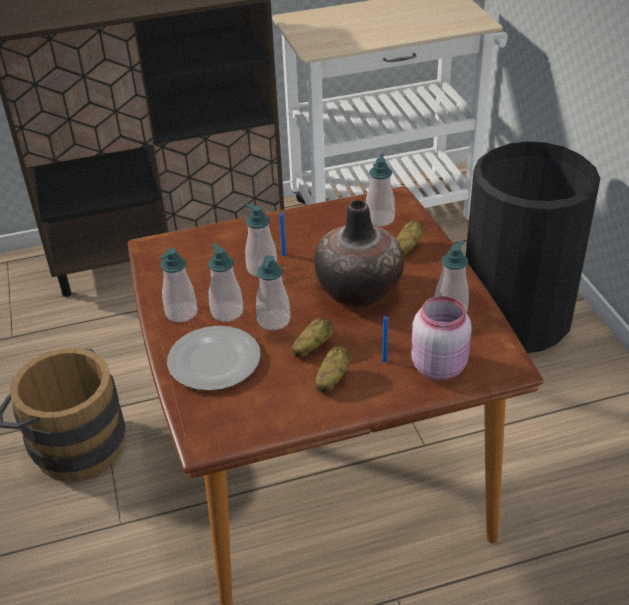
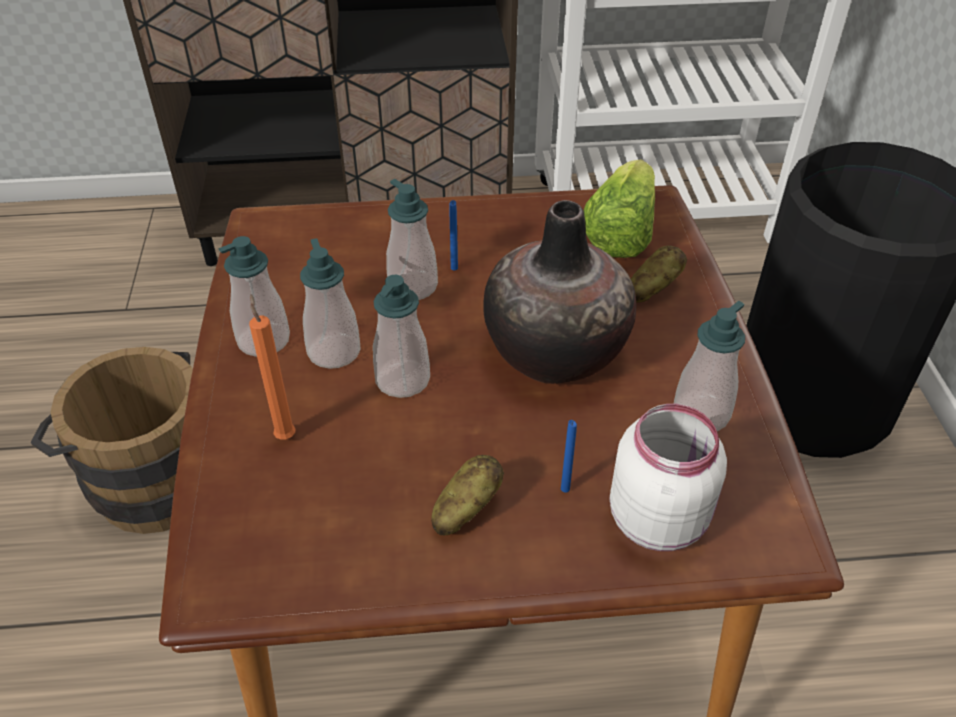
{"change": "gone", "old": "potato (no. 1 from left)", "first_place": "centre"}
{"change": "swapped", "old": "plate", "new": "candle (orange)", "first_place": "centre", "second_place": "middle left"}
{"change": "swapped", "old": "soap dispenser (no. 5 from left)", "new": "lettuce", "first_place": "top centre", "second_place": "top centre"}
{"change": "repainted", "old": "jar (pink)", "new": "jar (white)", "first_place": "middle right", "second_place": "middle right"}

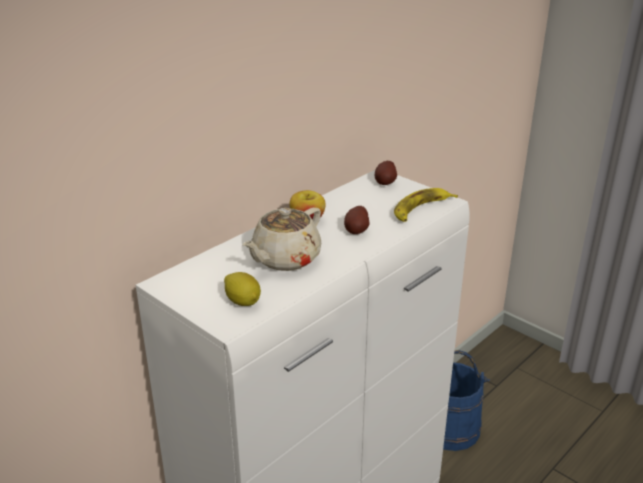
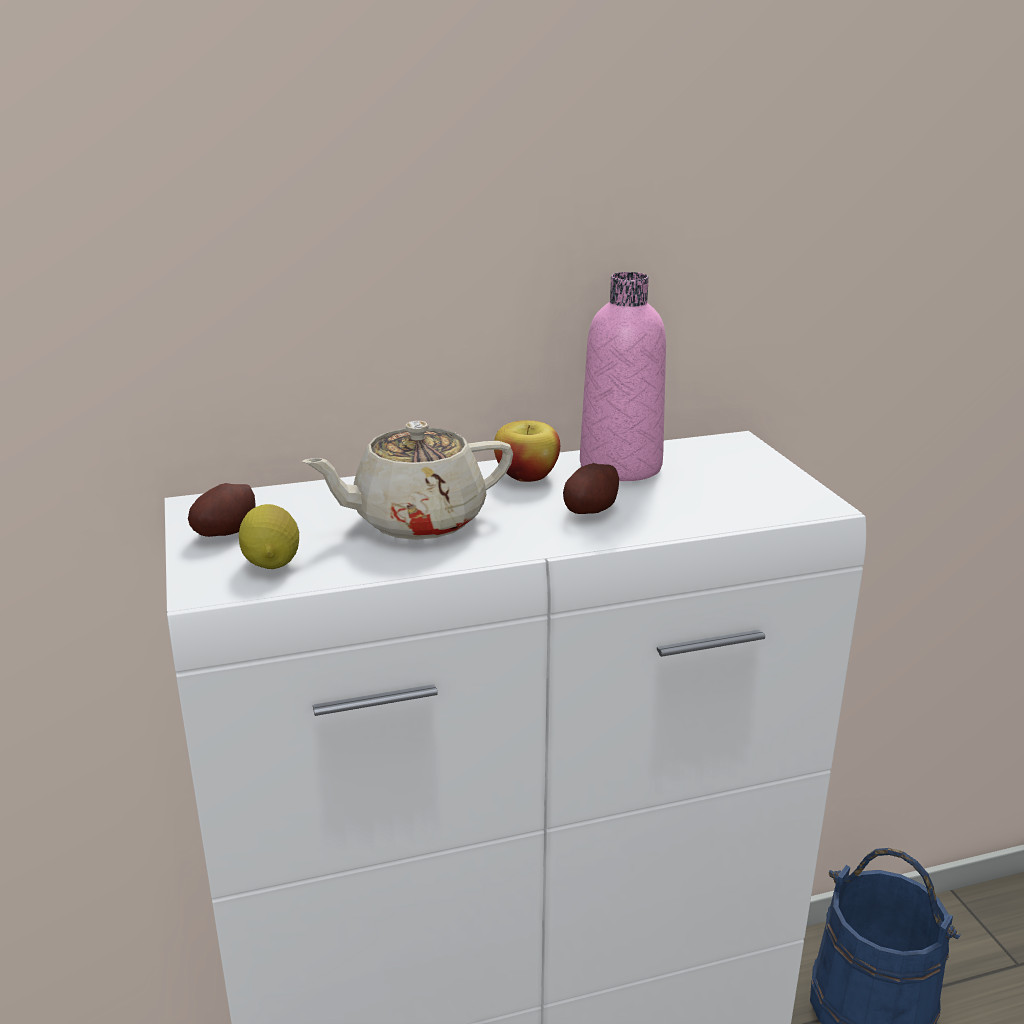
{"change": "gone", "old": "banana", "first_place": "centre"}
{"change": "new", "new": "bottle (pink)", "second_place": "centre"}
{"change": "shifted", "old": "potato (no. 2 from left in the first image)", "new": "potato (no. 1 from left)", "first_place": "centre", "second_place": "middle left"}

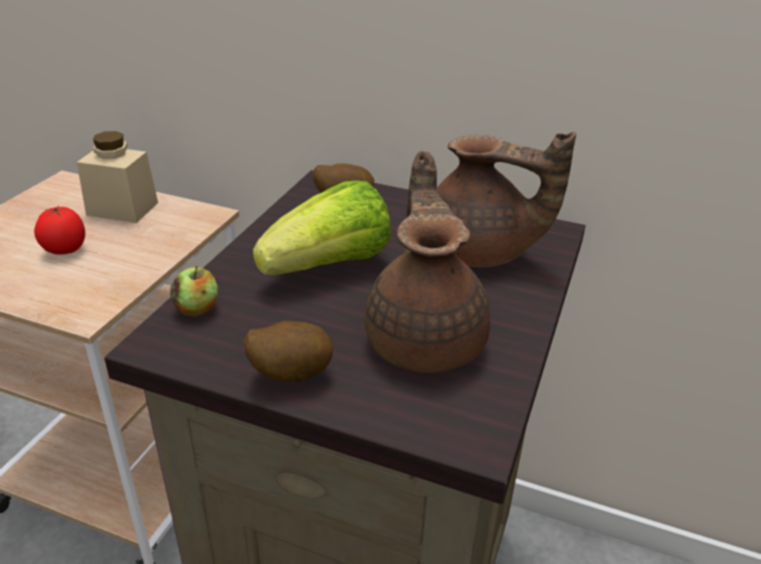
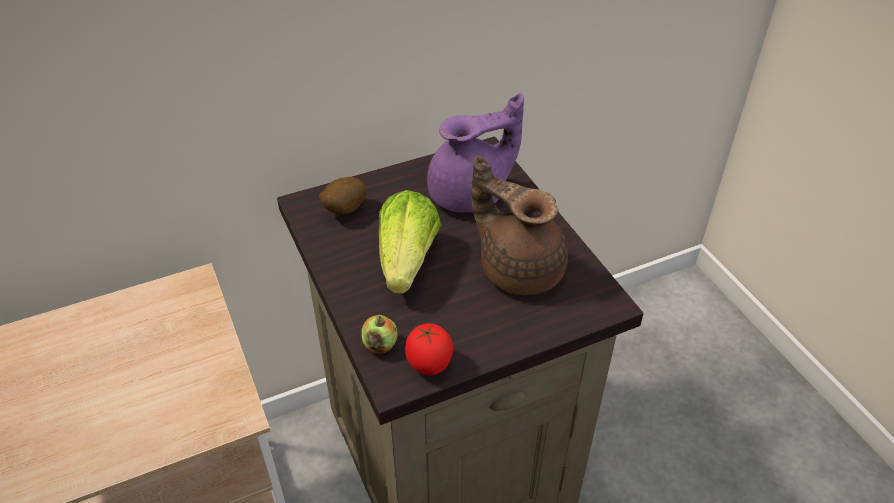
{"change": "gone", "old": "jar (beige)", "first_place": "top left"}
{"change": "gone", "old": "potato (no. 1 from left)", "first_place": "centre"}
{"change": "shifted", "old": "tomato", "first_place": "middle left", "second_place": "bottom centre"}
{"change": "repainted", "old": "teapot (brown) (no. 2 from left)", "new": "teapot (purple)", "first_place": "centre", "second_place": "top centre"}

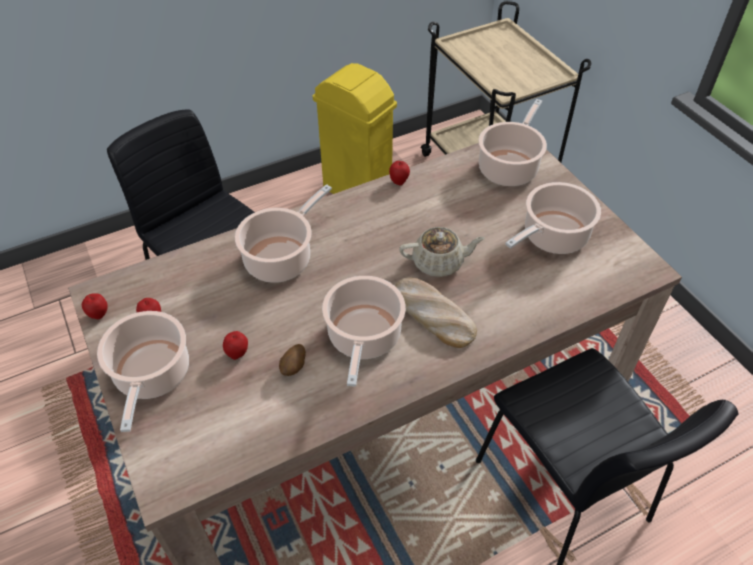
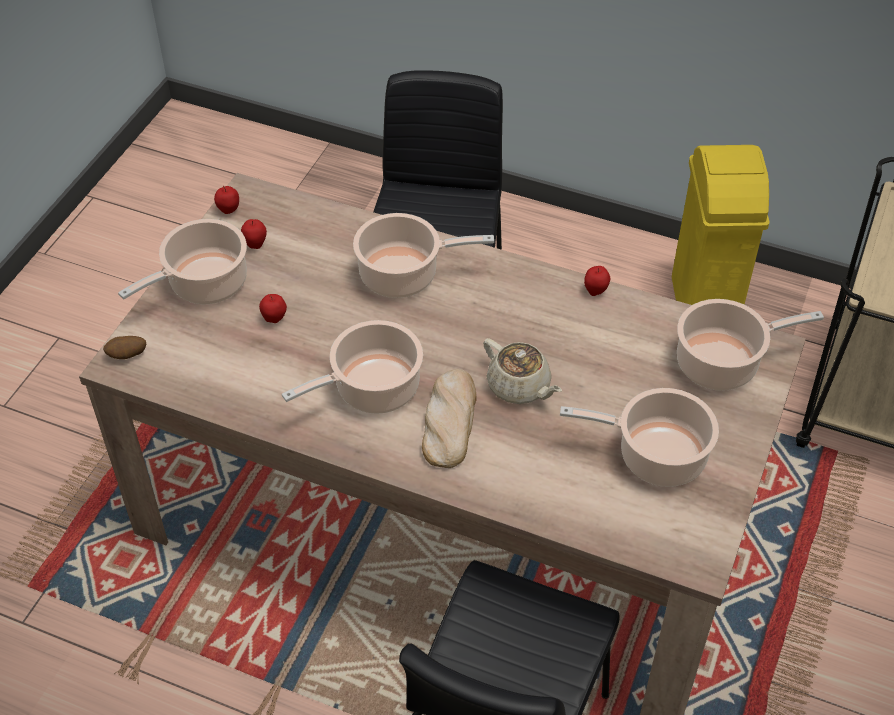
{"change": "shifted", "old": "potato", "first_place": "centre", "second_place": "middle left"}

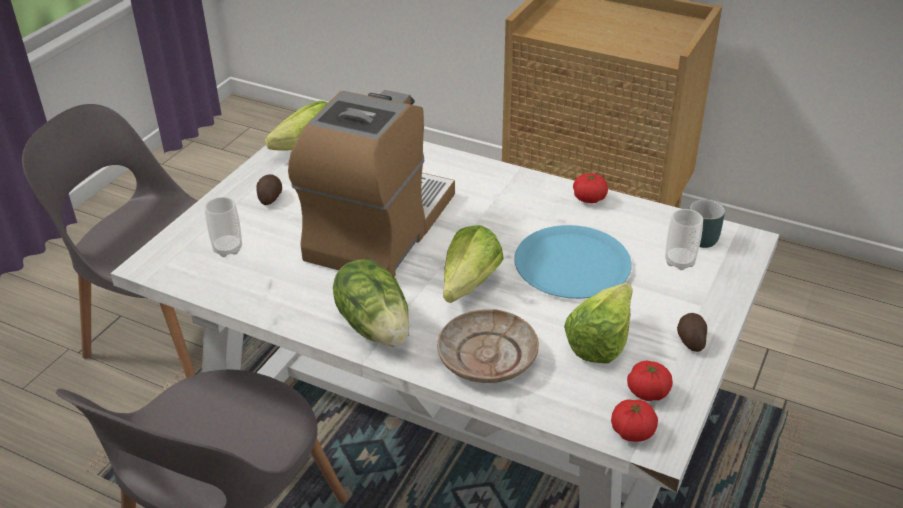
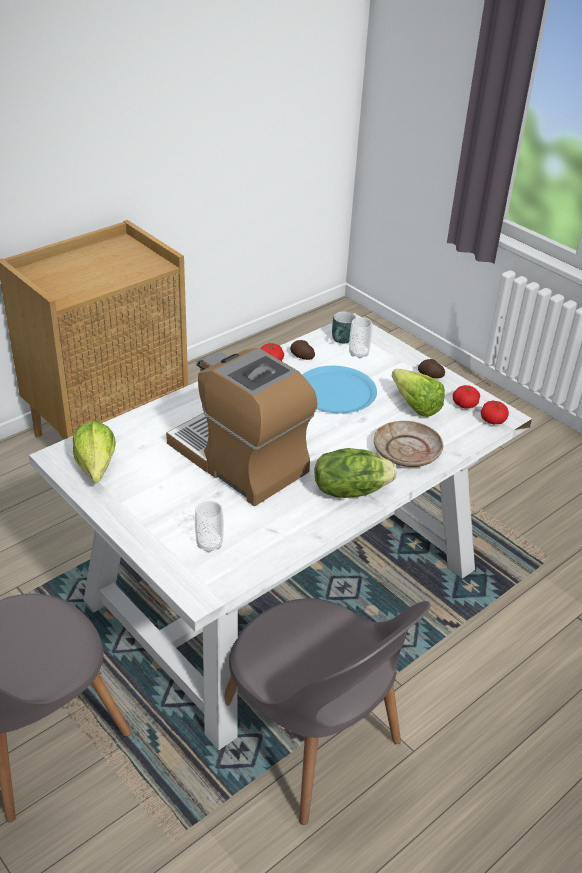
{"change": "gone", "old": "lettuce (no. 3 from left)", "first_place": "centre"}
{"change": "shifted", "old": "potato (no. 1 from left)", "first_place": "middle left", "second_place": "centre"}

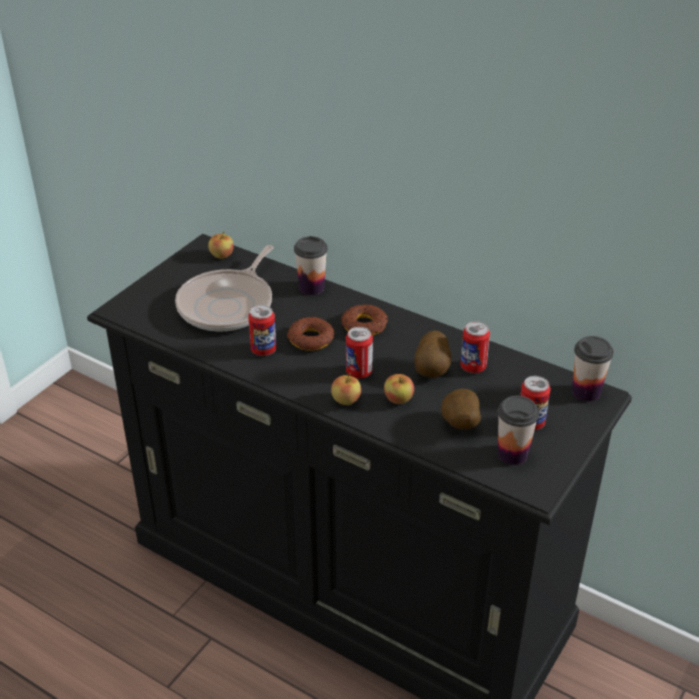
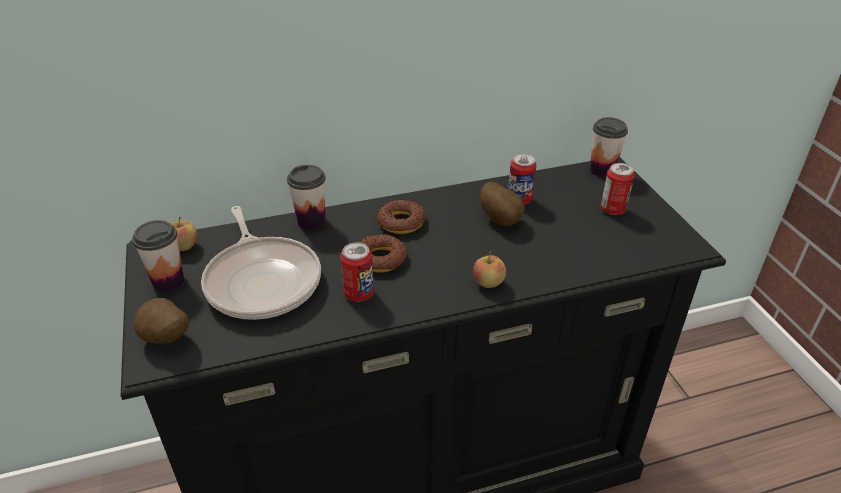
{"change": "gone", "old": "can (no. 2 from left)", "first_place": "centre"}
{"change": "gone", "old": "apple (no. 3 from left)", "first_place": "centre"}
{"change": "shifted", "old": "potato (no. 2 from left in the first image)", "new": "potato (no. 1 from left)", "first_place": "centre", "second_place": "middle left"}
{"change": "shifted", "old": "cup (no. 2 from left in the first image)", "new": "cup (no. 1 from left)", "first_place": "middle right", "second_place": "middle left"}

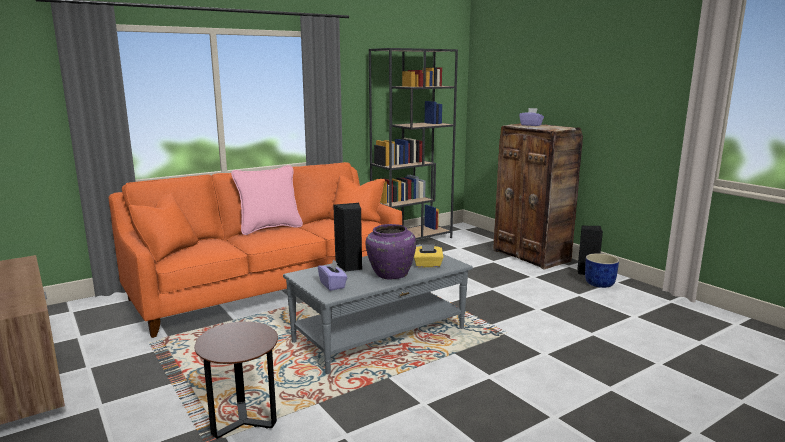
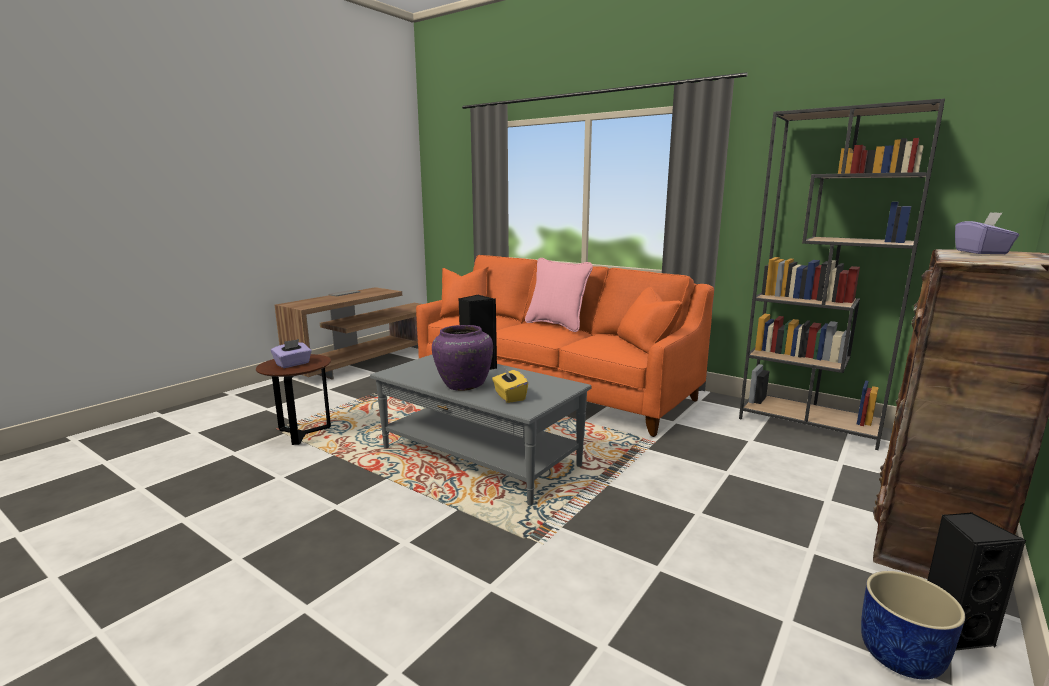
{"change": "shifted", "old": "tissue box (purple) (no. 1 from left)", "first_place": "centre", "second_place": "middle left"}

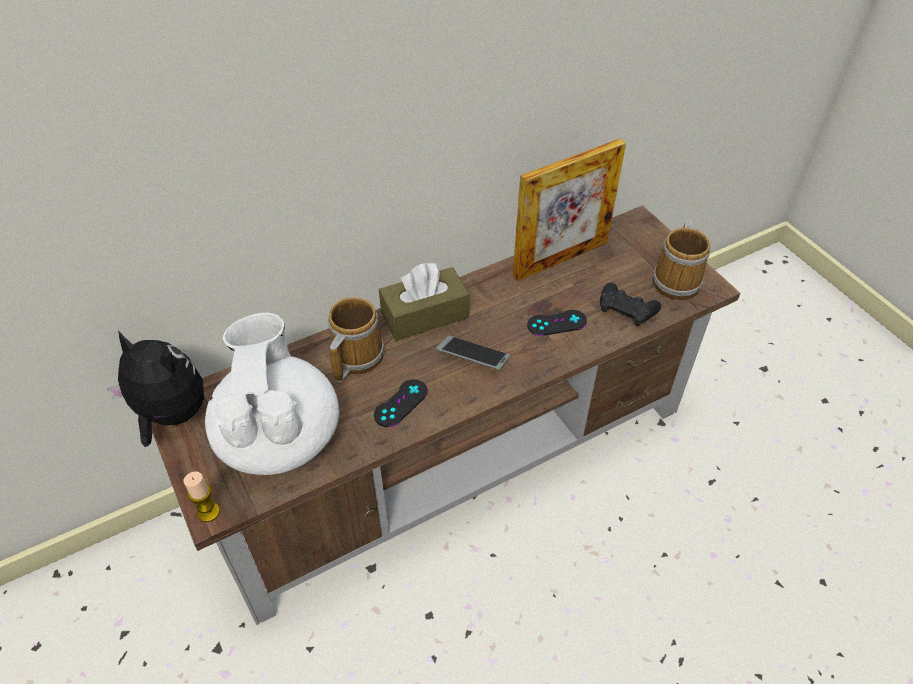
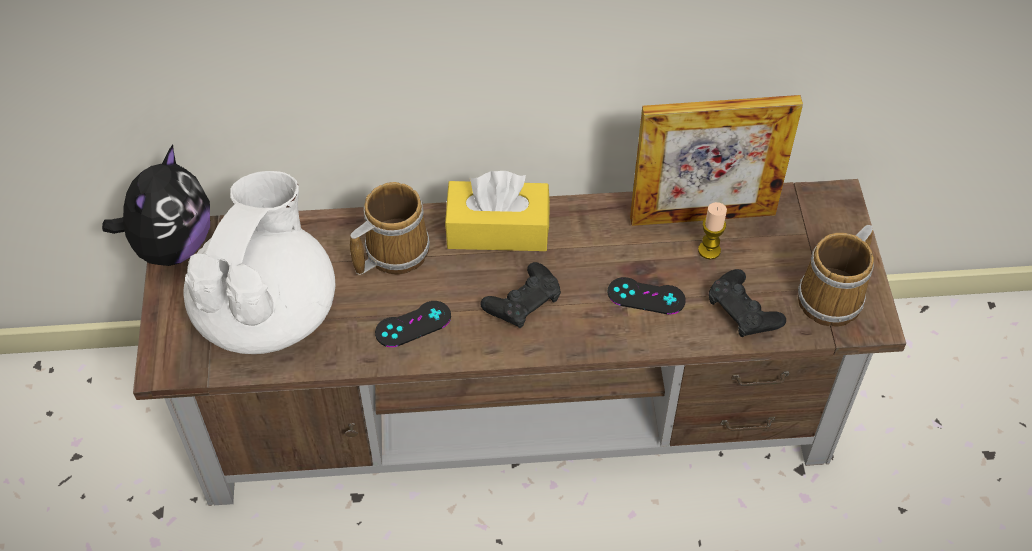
{"change": "shifted", "old": "candle", "first_place": "bottom left", "second_place": "middle right"}
{"change": "swapped", "old": "phone", "new": "game controller (black) (no. 2 from left)", "first_place": "centre", "second_place": "centre"}
{"change": "repainted", "old": "tissue box (brown)", "new": "tissue box (yellow)", "first_place": "centre", "second_place": "centre"}
{"change": "rotated", "old": "plush toy", "first_place": "middle left", "second_place": "middle left", "degrees": 60}

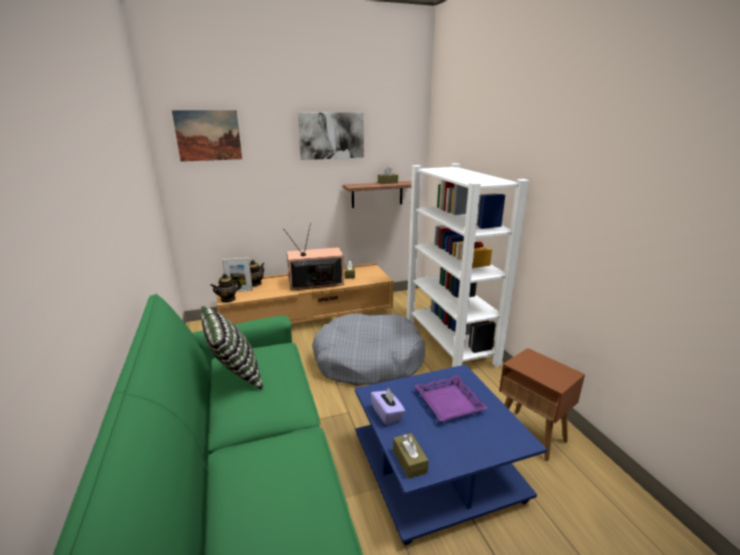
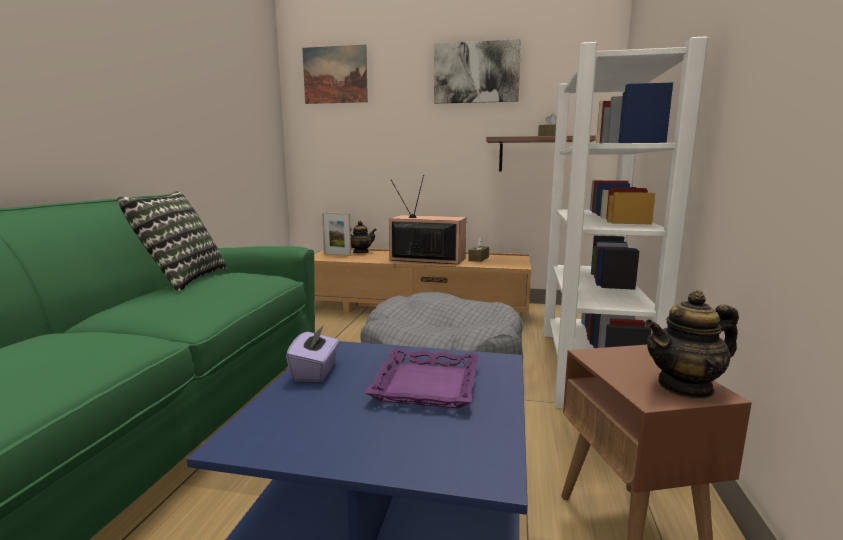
{"change": "gone", "old": "tissue box (brown) (no. 3 from left)", "first_place": "bottom centre"}
{"change": "shifted", "old": "teapot (no. 1 from left in the first image)", "new": "teapot (no. 2 from left)", "first_place": "middle left", "second_place": "middle right"}

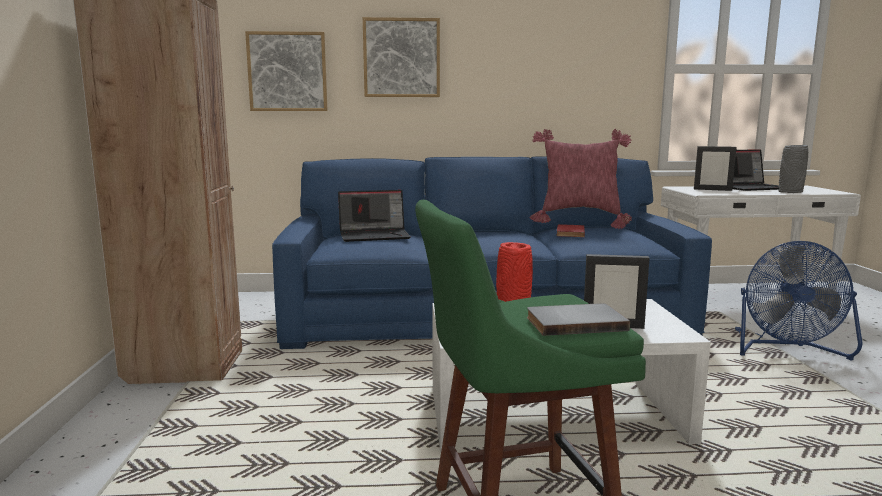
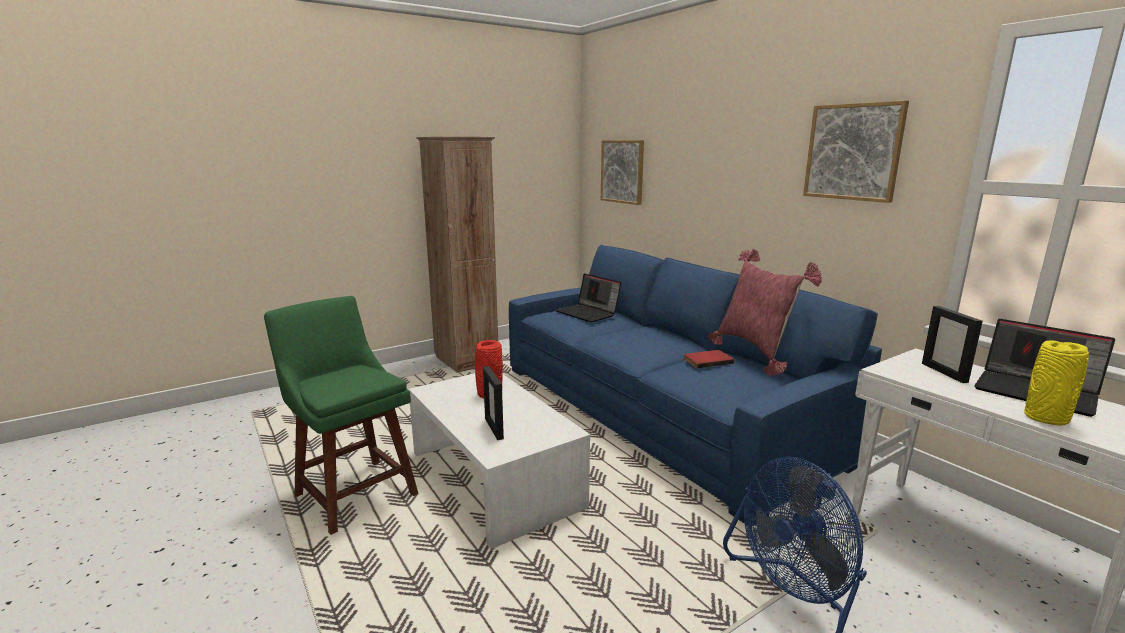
{"change": "gone", "old": "book (grey)", "first_place": "centre"}
{"change": "shifted", "old": "picture (no. 2 from left)", "first_place": "top centre", "second_place": "top right"}
{"change": "repainted", "old": "vase (grey)", "new": "vase (yellow)", "first_place": "middle right", "second_place": "middle right"}

